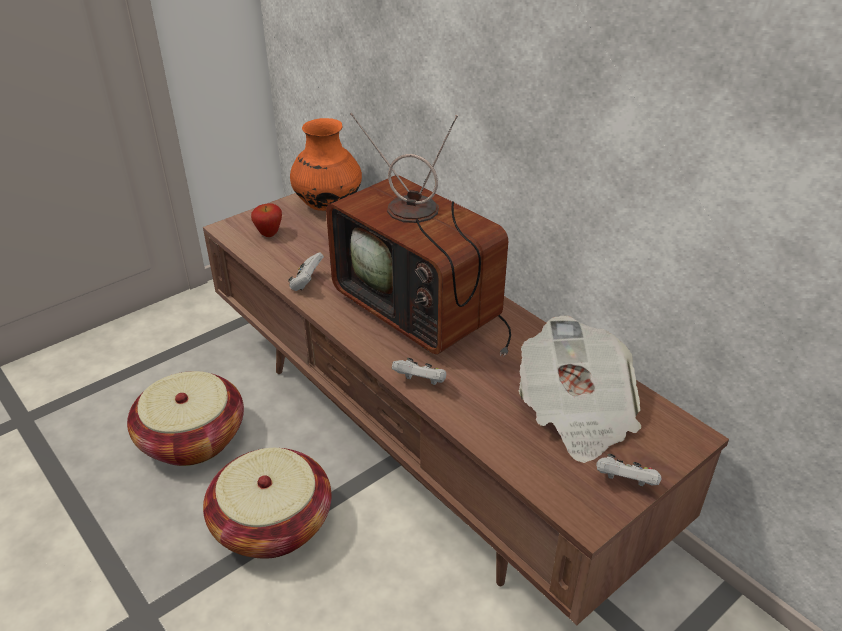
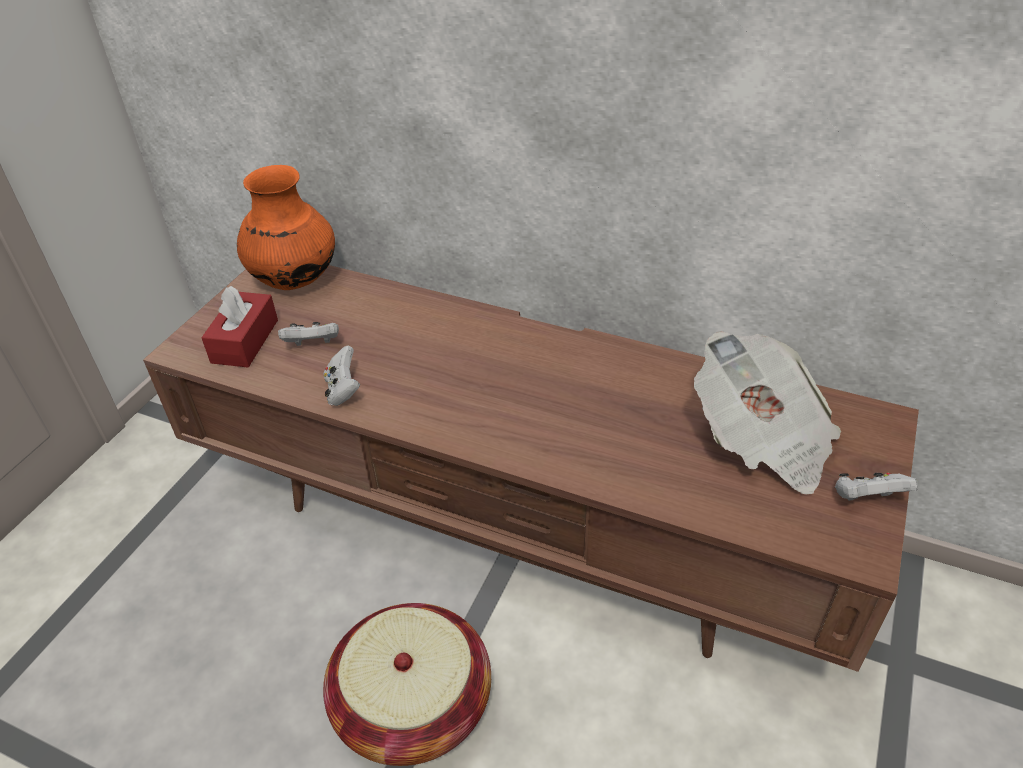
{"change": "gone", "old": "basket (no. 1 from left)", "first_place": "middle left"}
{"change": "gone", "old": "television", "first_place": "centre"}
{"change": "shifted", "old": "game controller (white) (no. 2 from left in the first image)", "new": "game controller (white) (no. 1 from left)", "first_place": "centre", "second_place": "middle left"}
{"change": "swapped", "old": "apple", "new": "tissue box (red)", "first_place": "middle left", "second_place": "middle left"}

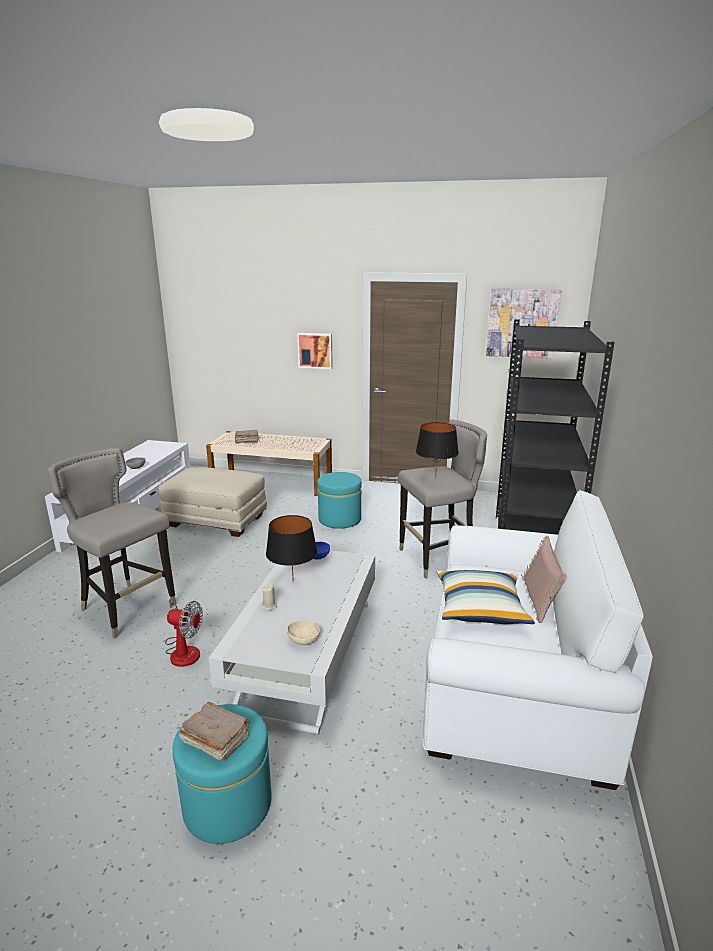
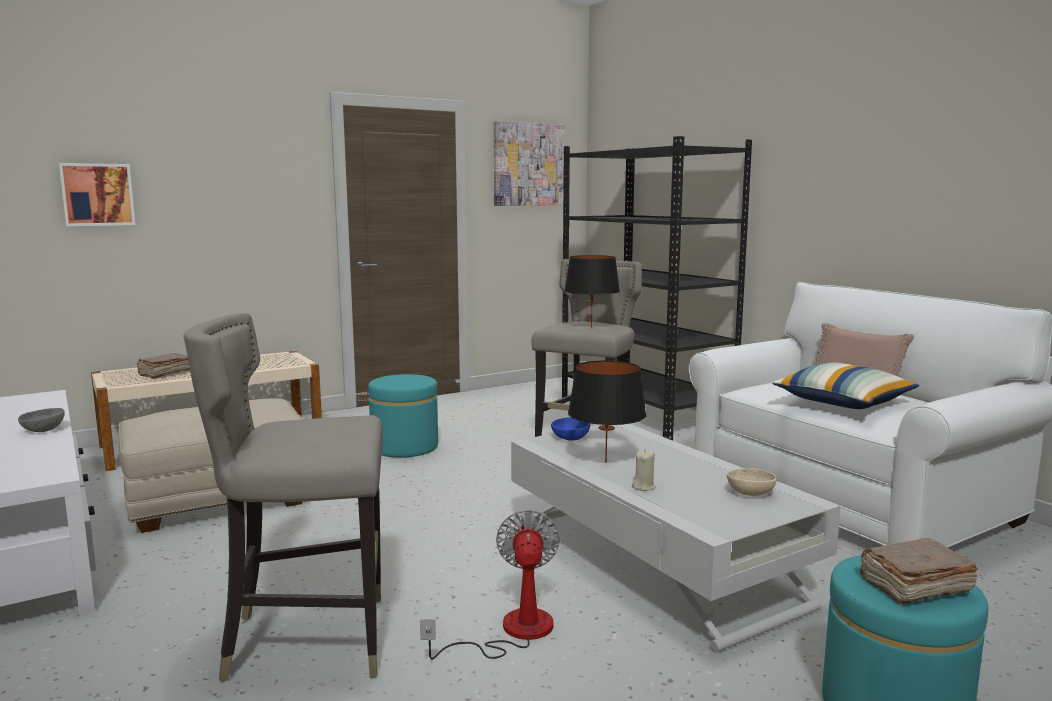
{"change": "shifted", "old": "picture (no. 1 from left)", "first_place": "centre", "second_place": "top left"}
{"change": "rotated", "old": "fan", "first_place": "middle left", "second_place": "bottom centre", "degrees": -60}

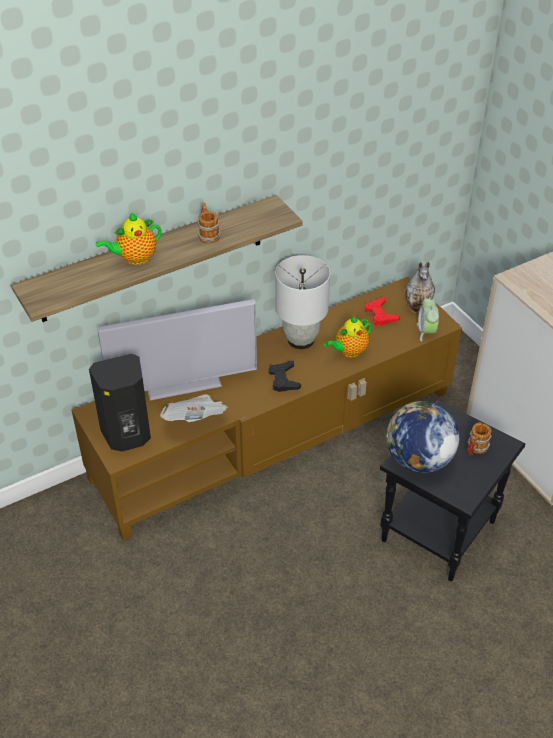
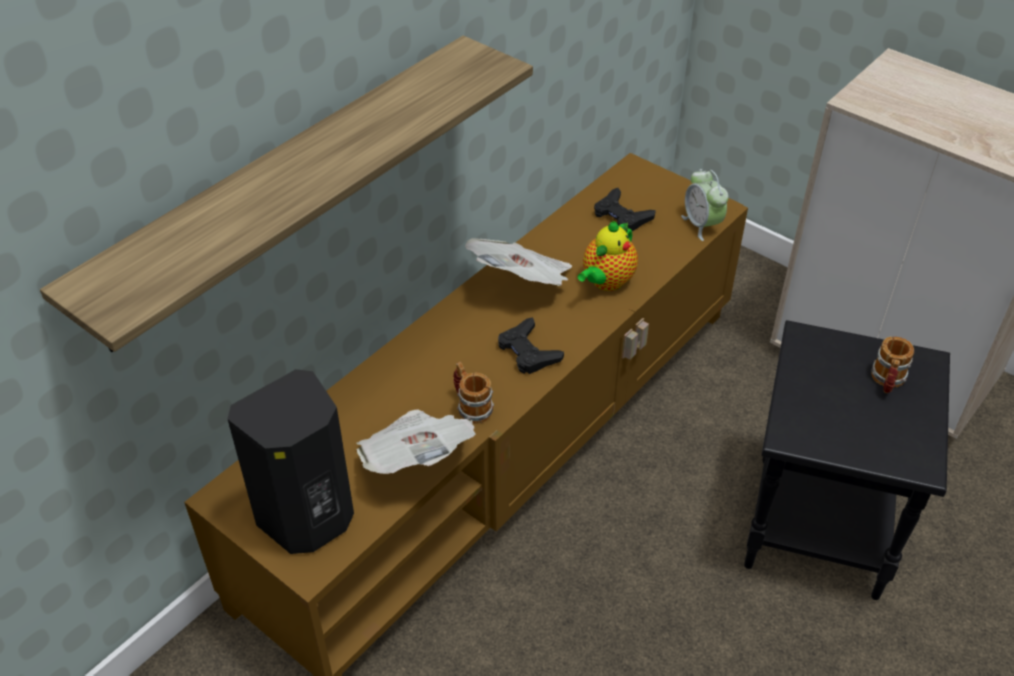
{"change": "gone", "old": "teapot (no. 1 from left)", "first_place": "top left"}
{"change": "gone", "old": "television", "first_place": "middle left"}
{"change": "gone", "old": "globe", "first_place": "middle right"}
{"change": "gone", "old": "vase", "first_place": "middle right"}
{"change": "shifted", "old": "mug (no. 1 from left)", "first_place": "top centre", "second_place": "centre"}
{"change": "swapped", "old": "table lamp (white)", "new": "newspaper (no. 2 from left)", "first_place": "centre", "second_place": "centre"}
{"change": "repainted", "old": "game controller (red)", "new": "game controller (black) (no. 2 from left)", "first_place": "middle right", "second_place": "top centre"}

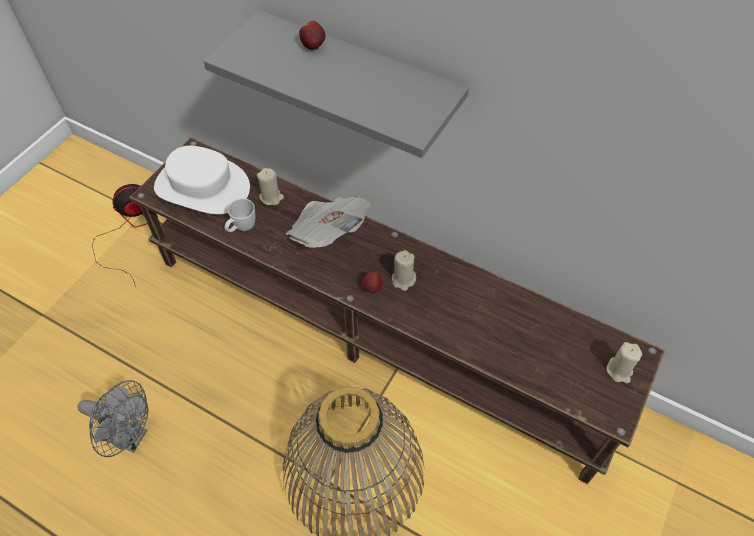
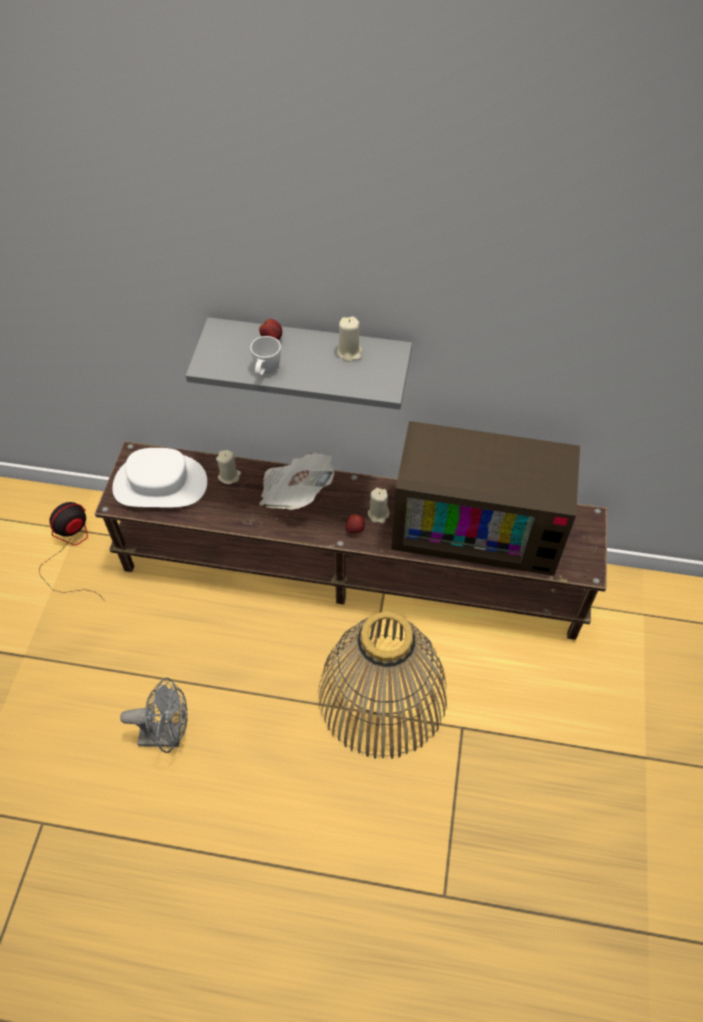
{"change": "new", "new": "television", "second_place": "middle right"}
{"change": "shifted", "old": "mug (white)", "first_place": "middle left", "second_place": "centre"}
{"change": "shifted", "old": "candle (beige) (no. 3 from left in the first image)", "new": "candle (beige) (no. 2 from left)", "first_place": "bottom right", "second_place": "top centre"}

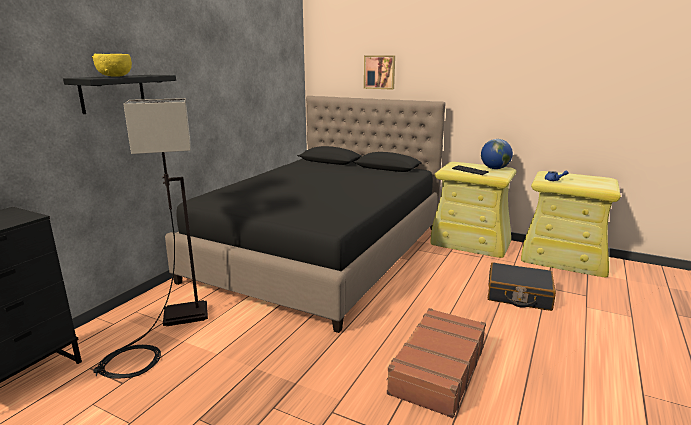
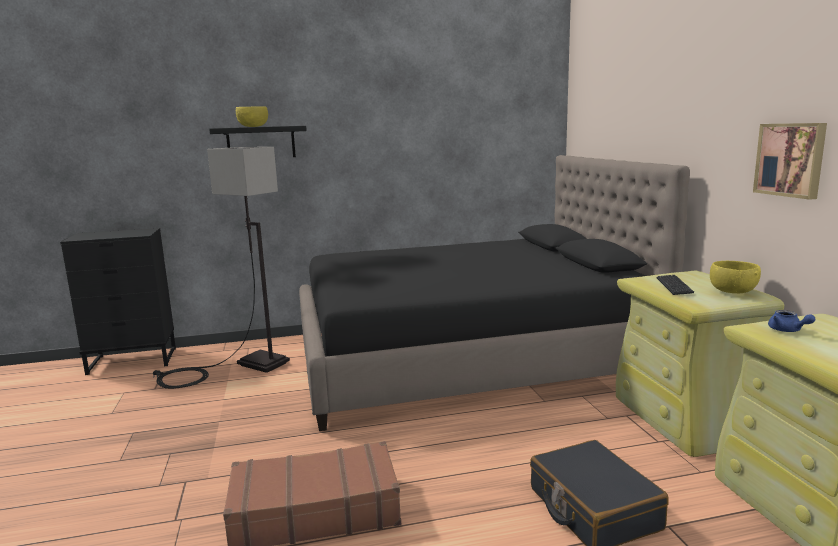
{"change": "shifted", "old": "picture", "first_place": "top centre", "second_place": "top right"}
{"change": "swapped", "old": "globe", "new": "bowl (yellow) (no. 2 from left)", "first_place": "middle right", "second_place": "middle right"}

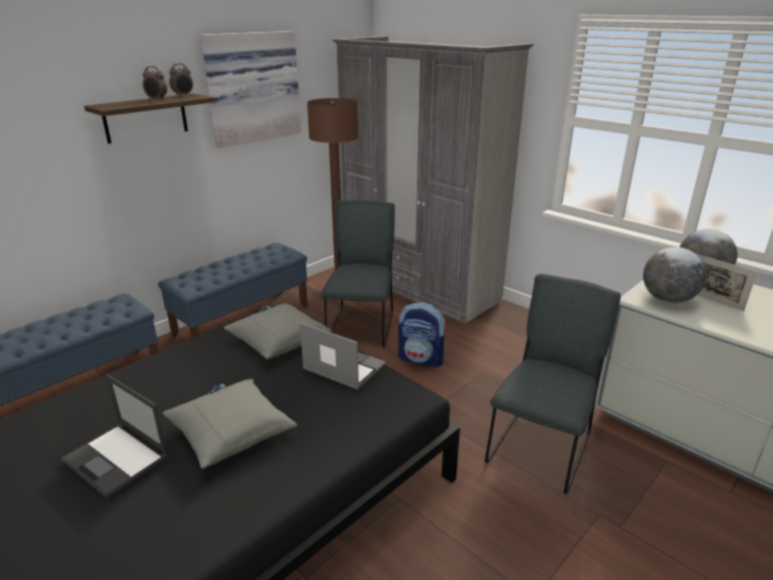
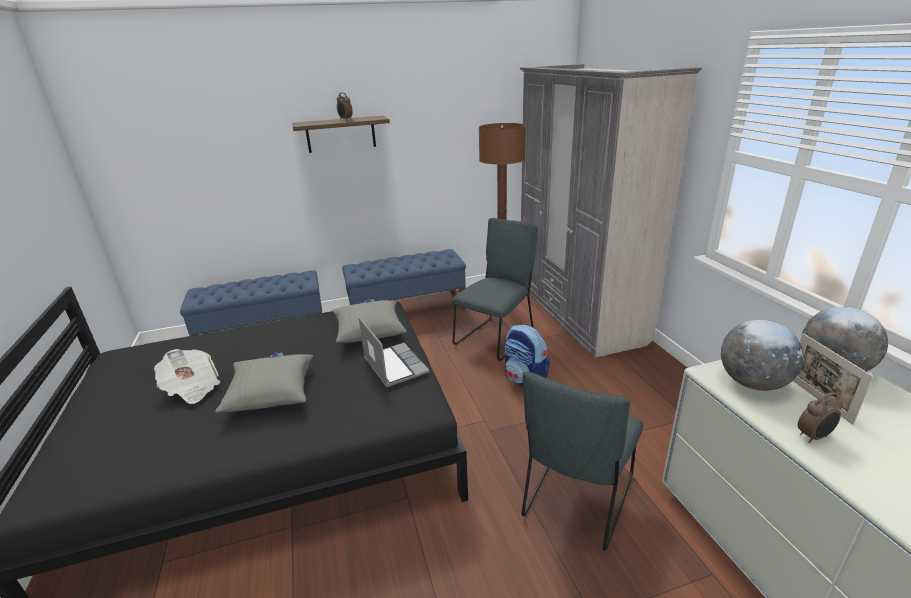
{"change": "gone", "old": "picture", "first_place": "top left"}
{"change": "shifted", "old": "alarm clock (no. 2 from left)", "first_place": "top left", "second_place": "bottom right"}
{"change": "swapped", "old": "laptop (no. 1 from left)", "new": "newspaper", "first_place": "bottom left", "second_place": "middle left"}
{"change": "rotated", "old": "chair (grey) (no. 2 from left)", "first_place": "middle right", "second_place": "bottom centre", "degrees": 150}

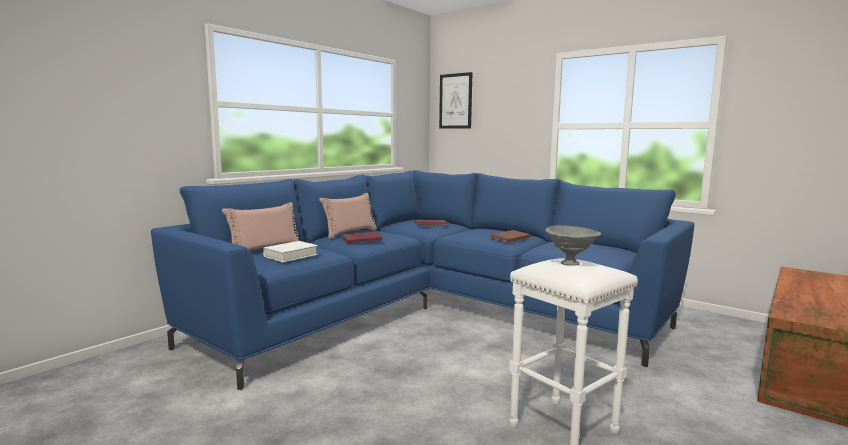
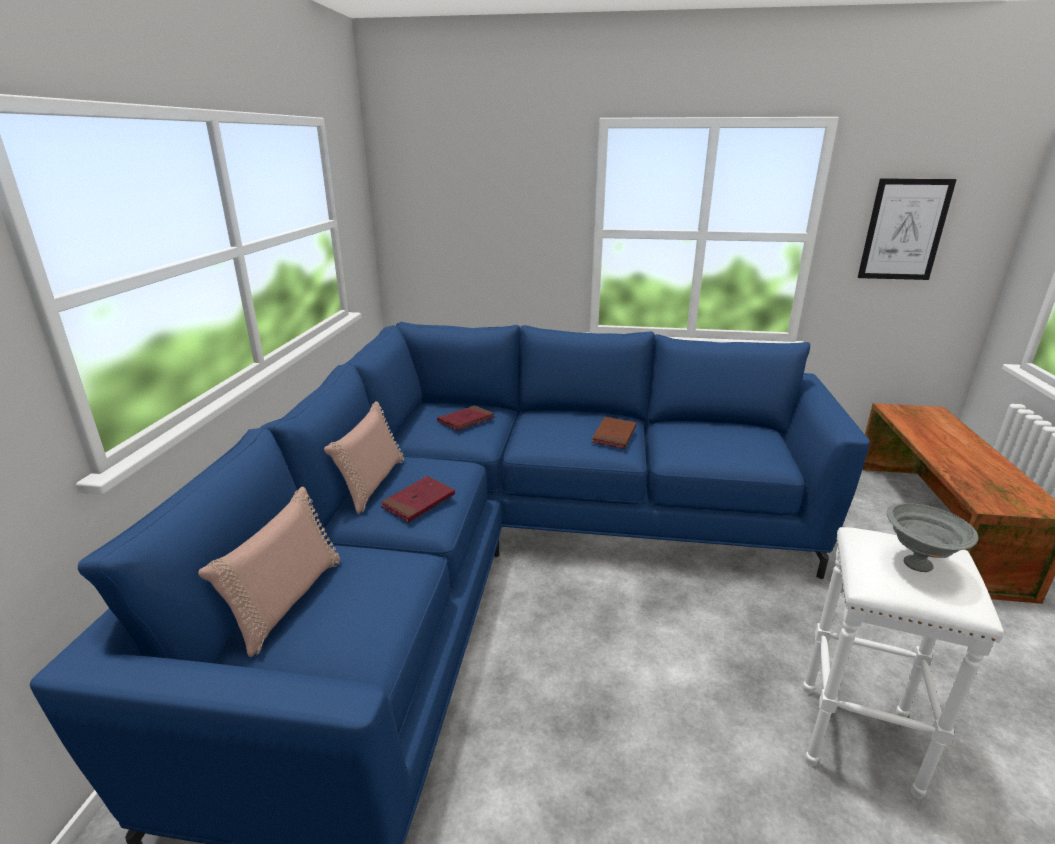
{"change": "gone", "old": "book (white)", "first_place": "centre"}
{"change": "shifted", "old": "picture", "first_place": "top centre", "second_place": "top right"}

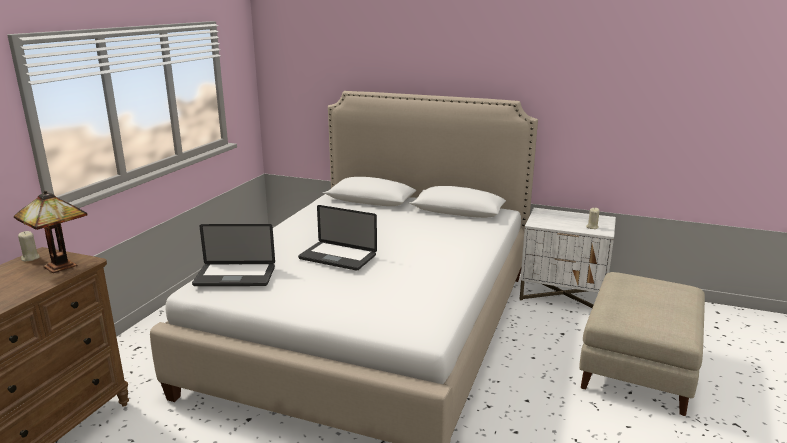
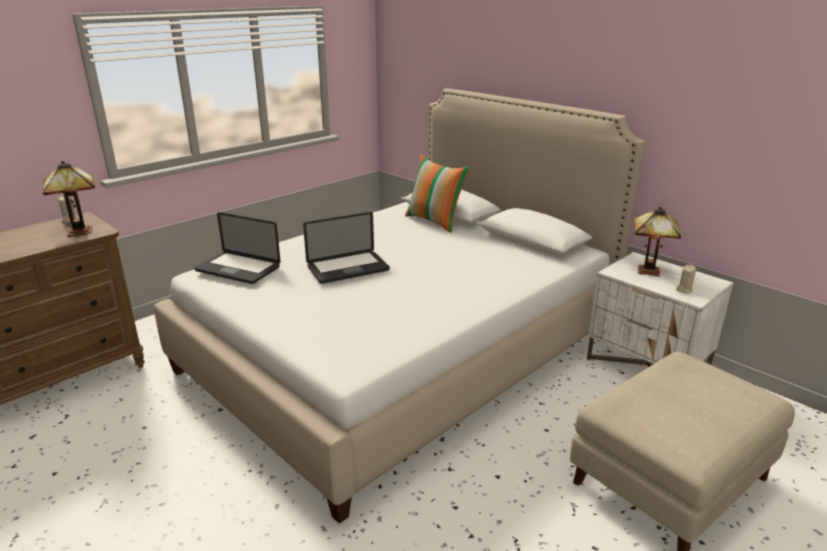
{"change": "new", "new": "pillow", "second_place": "centre"}
{"change": "new", "new": "table lamp (no. 2 from left)", "second_place": "middle right"}
{"change": "rotated", "old": "laptop (no. 2 from left)", "first_place": "centre", "second_place": "centre", "degrees": -75}

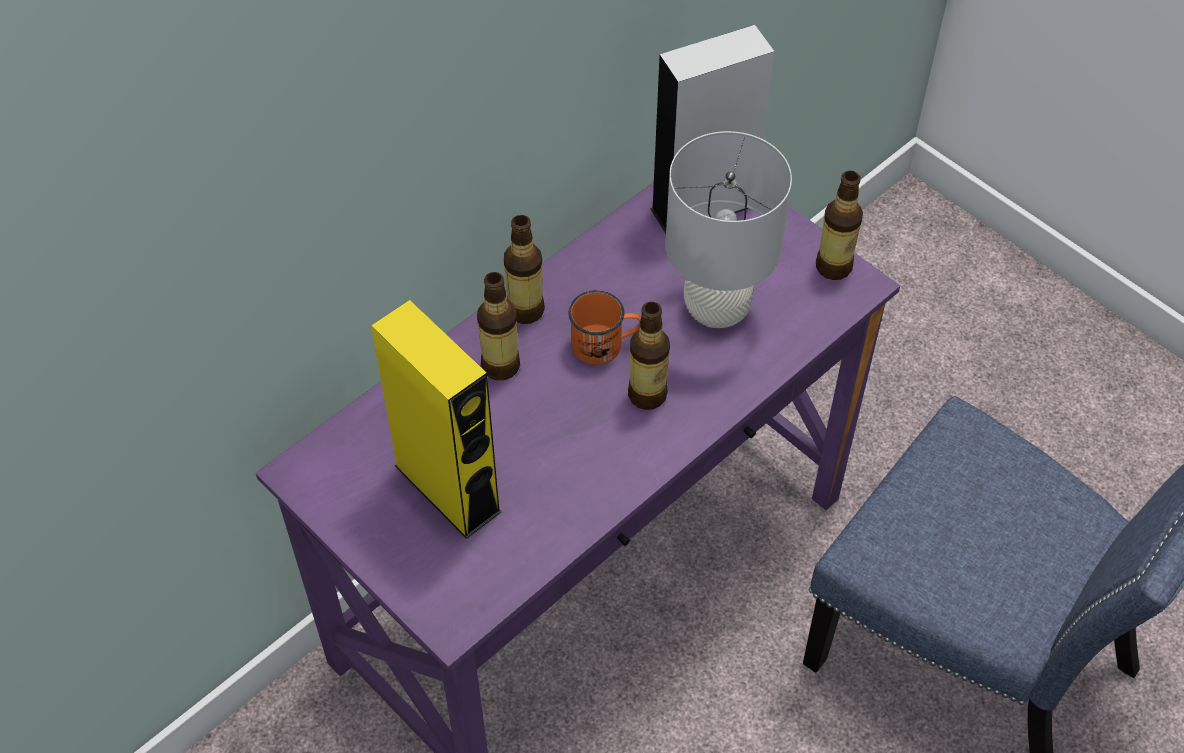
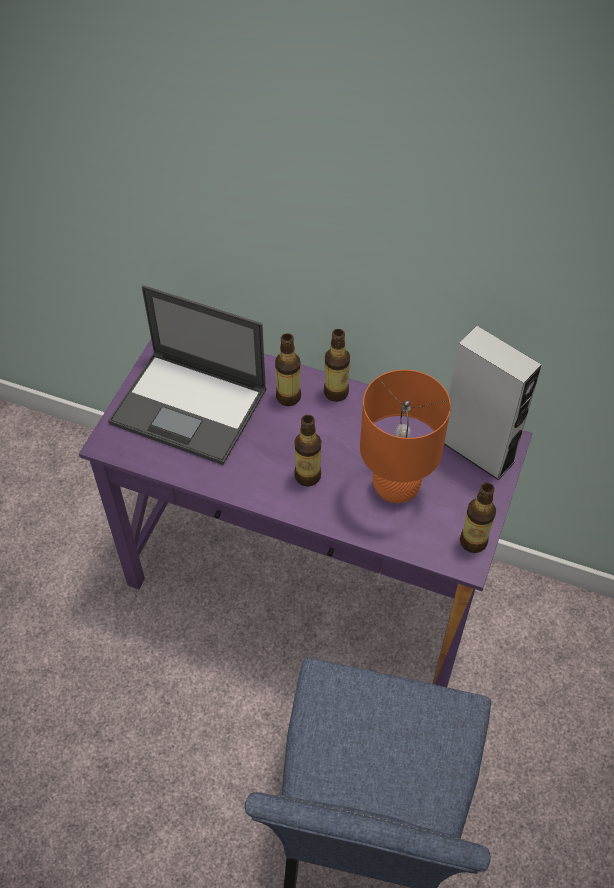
{"change": "gone", "old": "mug (orange)", "first_place": "centre"}
{"change": "swapped", "old": "speaker (yellow)", "new": "laptop", "first_place": "centre", "second_place": "middle left"}
{"change": "repainted", "old": "table lamp (grey)", "new": "table lamp (orange)", "first_place": "top centre", "second_place": "centre"}

